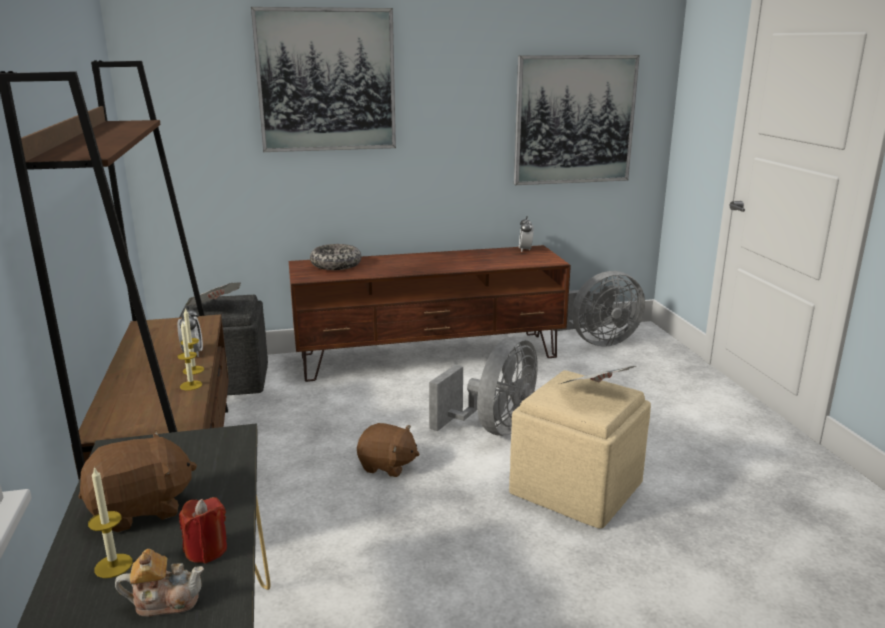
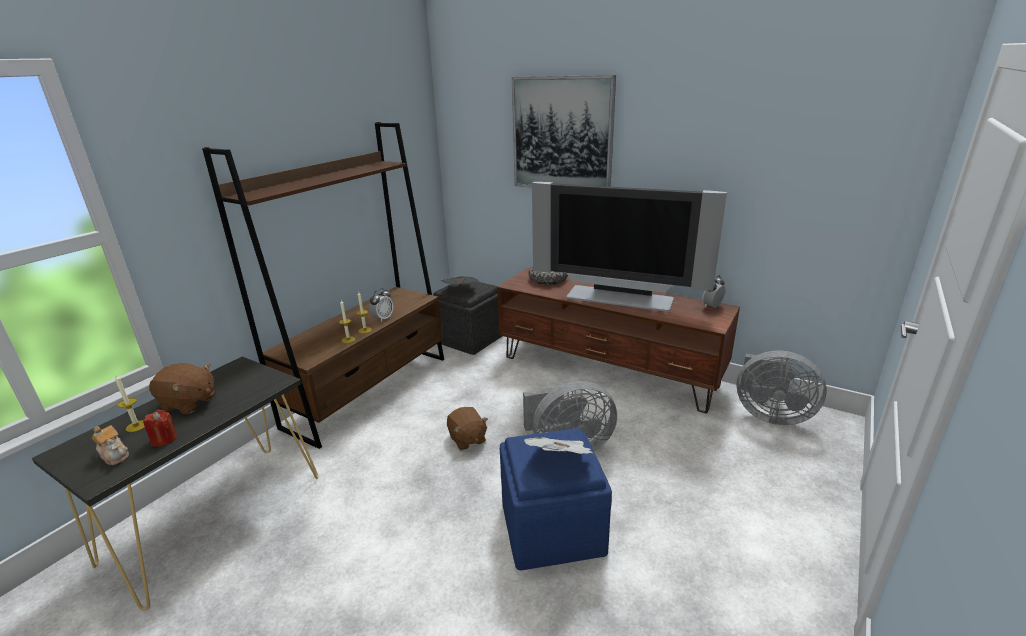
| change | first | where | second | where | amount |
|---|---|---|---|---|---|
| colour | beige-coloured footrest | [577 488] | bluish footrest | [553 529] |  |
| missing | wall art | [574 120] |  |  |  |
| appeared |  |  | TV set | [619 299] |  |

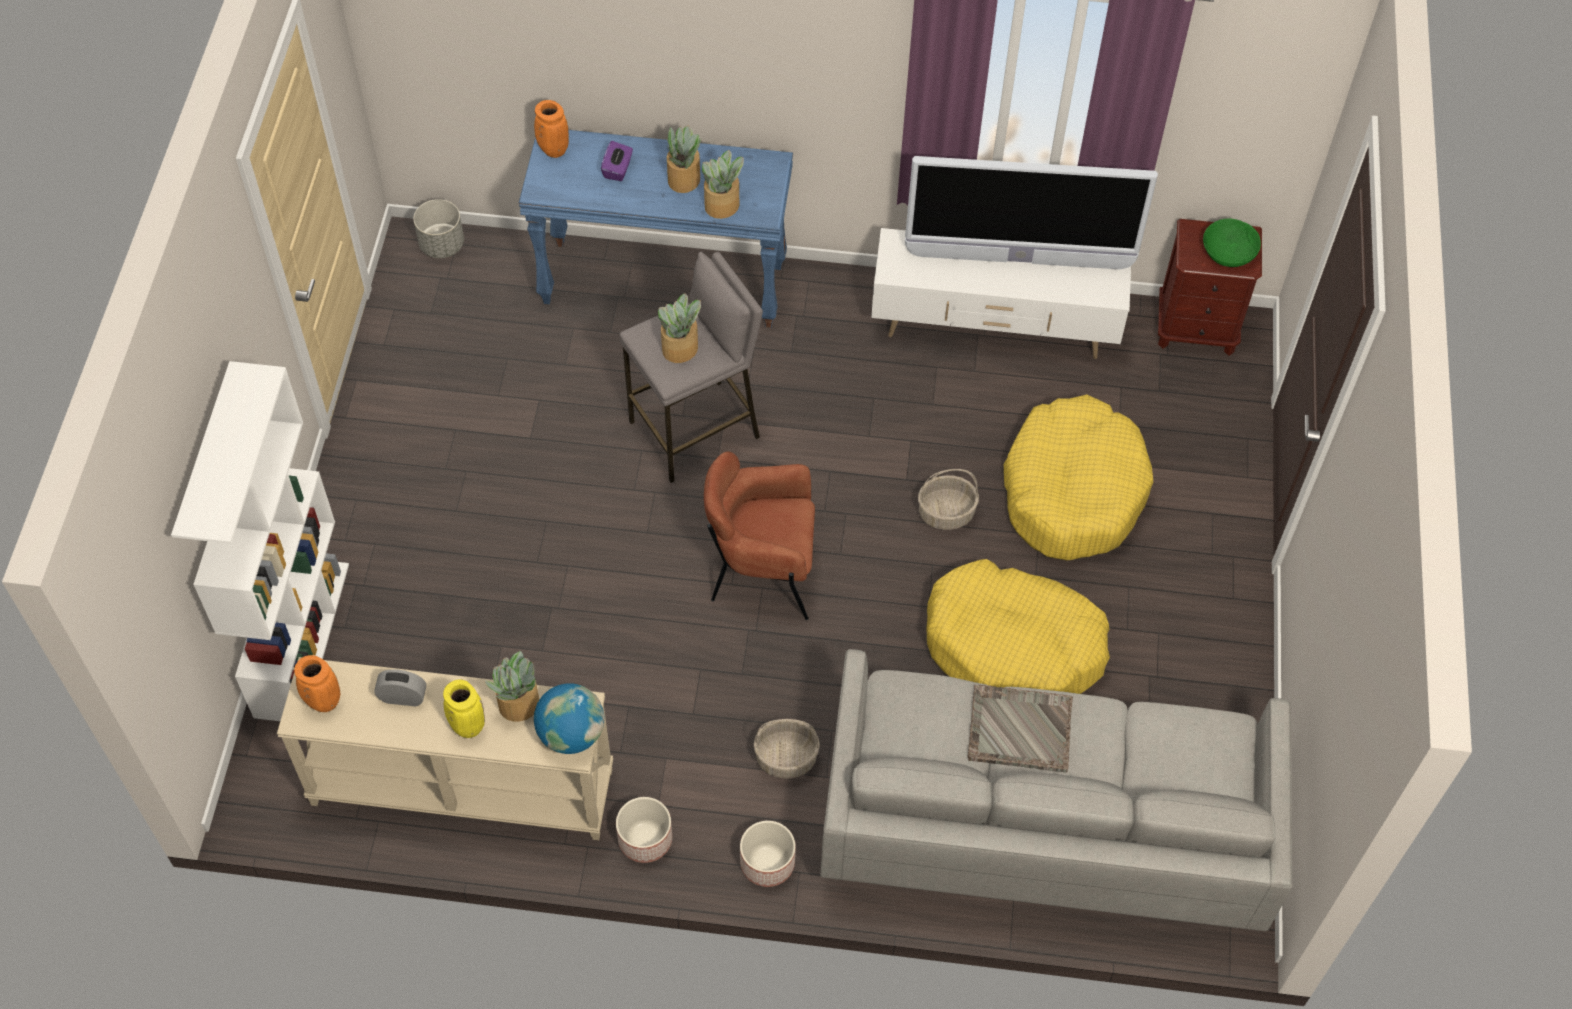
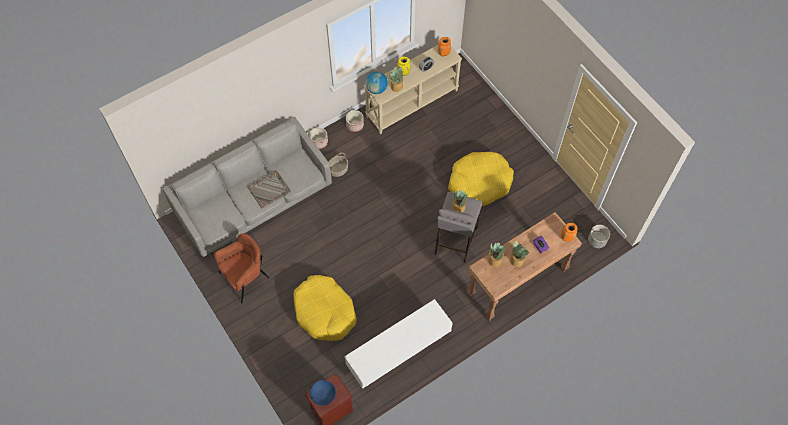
| change | first | where | second | where | amount |
|---|---|---|---|---|---|
| missing | white shelving unit | [301 638] |  |  |  |
| colour | bluish narrow table | [664 283] | brown-coloured narrow table | [517 283] |  |
| relocated | brown-coloured easy chair | [762 571] |  | [245 278] |  |
| missing | TV set | [1019 260] |  |  |  |
| missing | basket | [945 513] |  |  |  |
| relocated | yellow pet bed | [1013 647] |  | [479 183] |  |
| colour | green bowl | [1228 252] | bluish bowl | [323 395] |  |

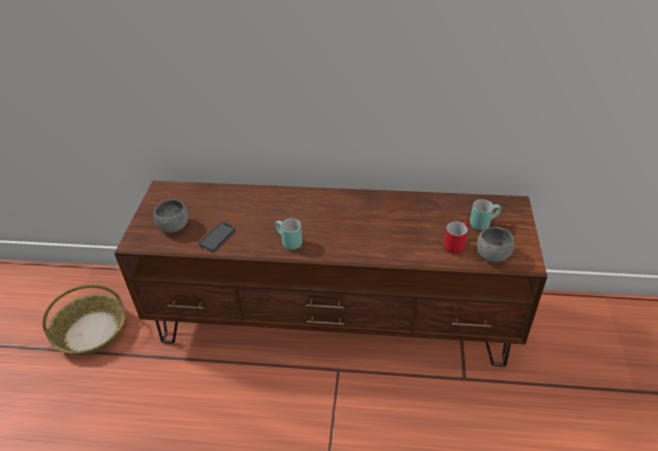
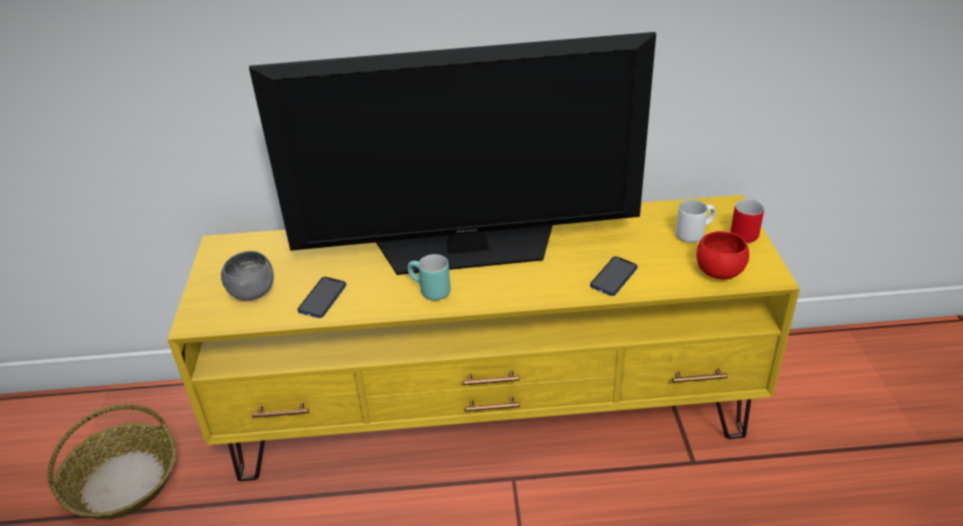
| change | first | where | second | where | amount |
|---|---|---|---|---|---|
| colour | brown-coloured tv unit | [334 320] | yellow tv unit | [491 411] |  |
| relocated | red-coloured mug | [455 244] |  | [744 232] |  |
| colour | blue-green mug | [483 222] | white mug | [693 233] |  |
| colour | gray bowl | [492 255] | red-coloured bowl | [719 271] |  |
| appeared |  |  | TV set | [467 249] |  |
| appeared |  |  | handset | [614 277] |  |

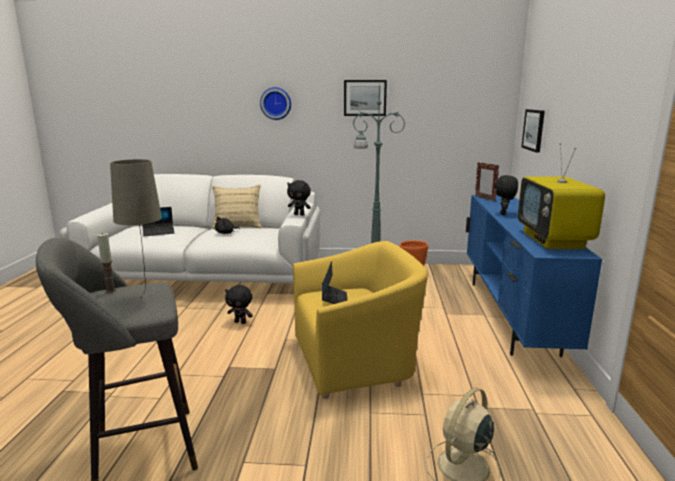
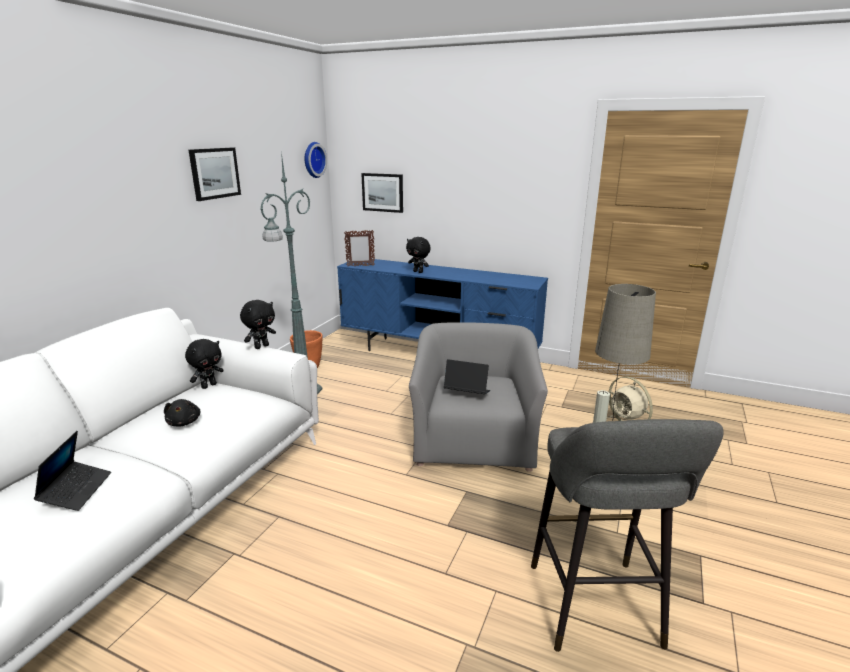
| change | first | where | second | where | amount |
|---|---|---|---|---|---|
| missing | beige-coloured throw pillow | [238 225] |  |  |  |
| relocated | black-coloured soft toy | [240 322] |  | [209 385] |  |
| relocated | hanging clock | [276 103] |  | [313 160] |  |
| colour | yellow easy chair | [355 360] | gray easy chair | [473 441] |  |
| missing | TV set | [554 241] |  |  |  |

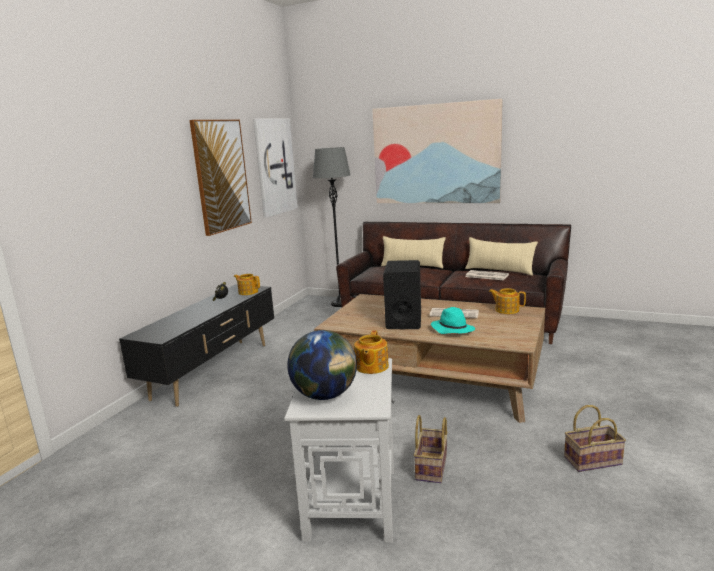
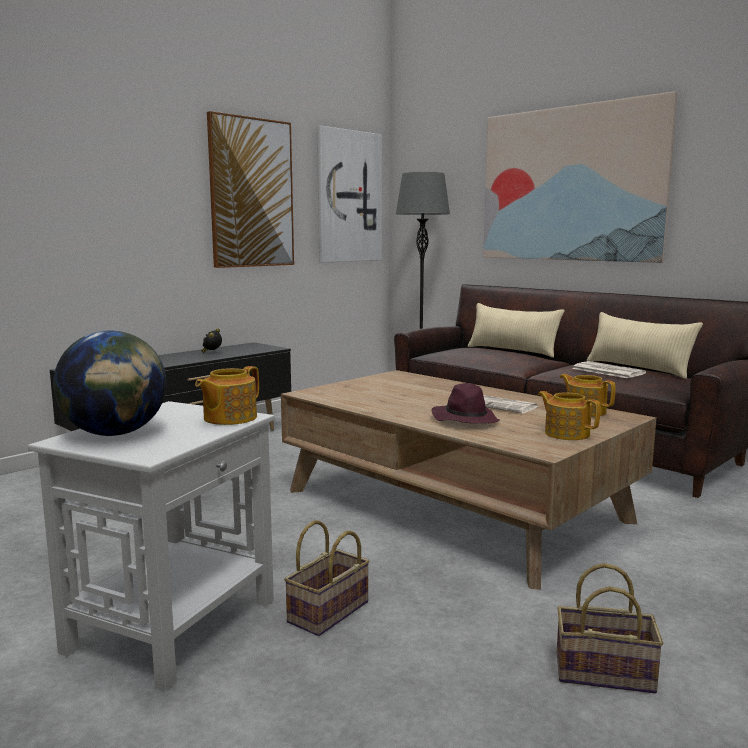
| change | first | where | second | where | amount |
|---|---|---|---|---|---|
| relocated | teapot | [248 292] |  | [566 433] |  |
| missing | black-coloured speaker | [403 320] |  |  |  |
| colour | blue-green wearable hat | [452 329] | purplish wearable hat | [465 419] |  |

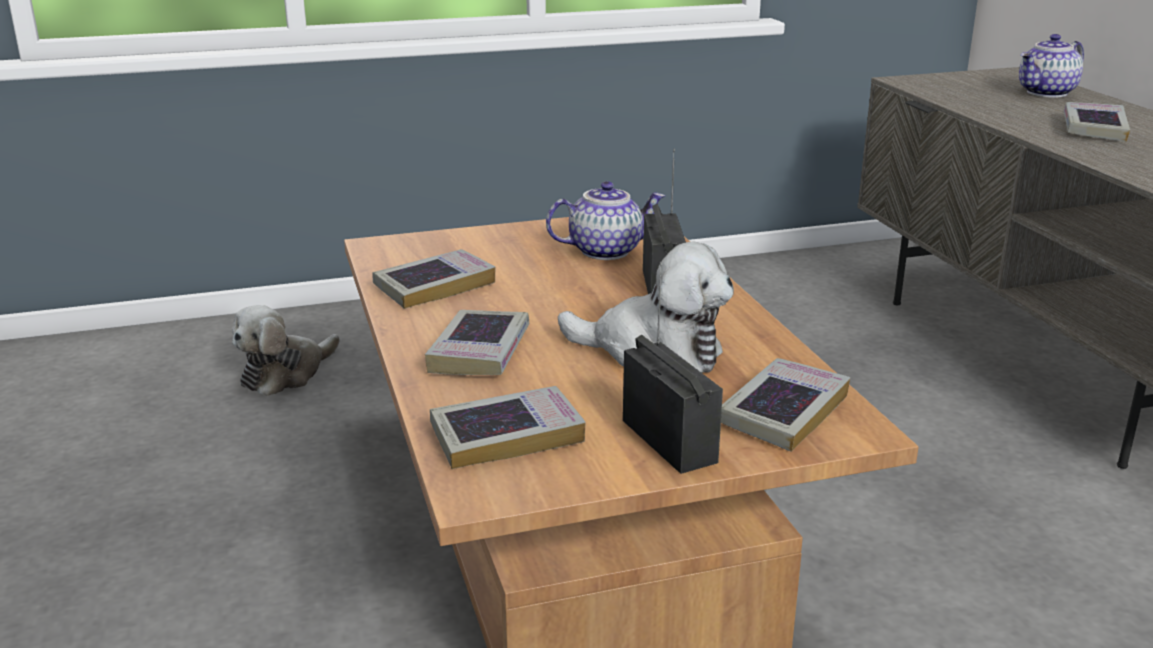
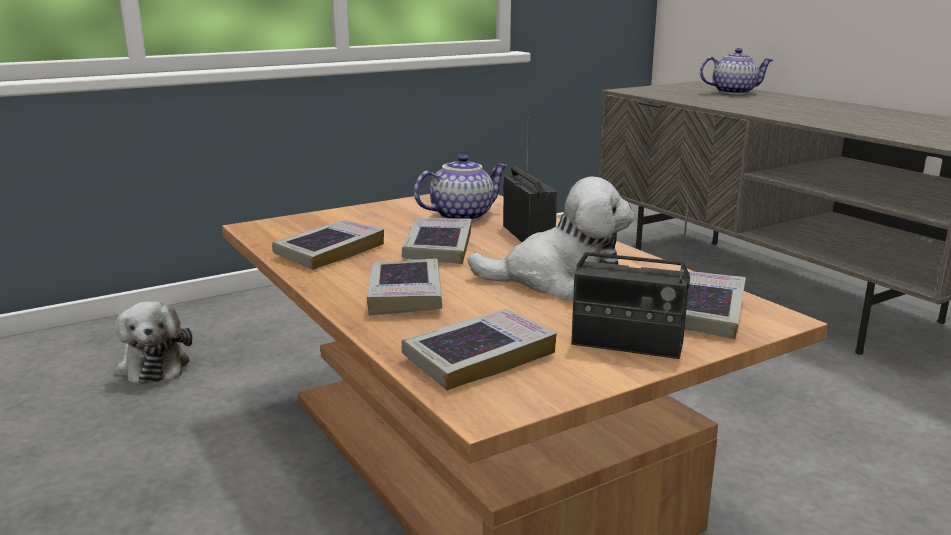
| change | first | where | second | where | amount |
|---|---|---|---|---|---|
| spun | soft toy | [286 374] |  | [154 365] | 45 degrees counterclockwise |
| spun | radio set | [669 441] |  | [627 343] | 150 degrees clockwise |
| spun | teapot | [1047 93] |  | [733 92] | 135 degrees counterclockwise |
| relocated | volume | [1093 128] |  | [438 248] |  |

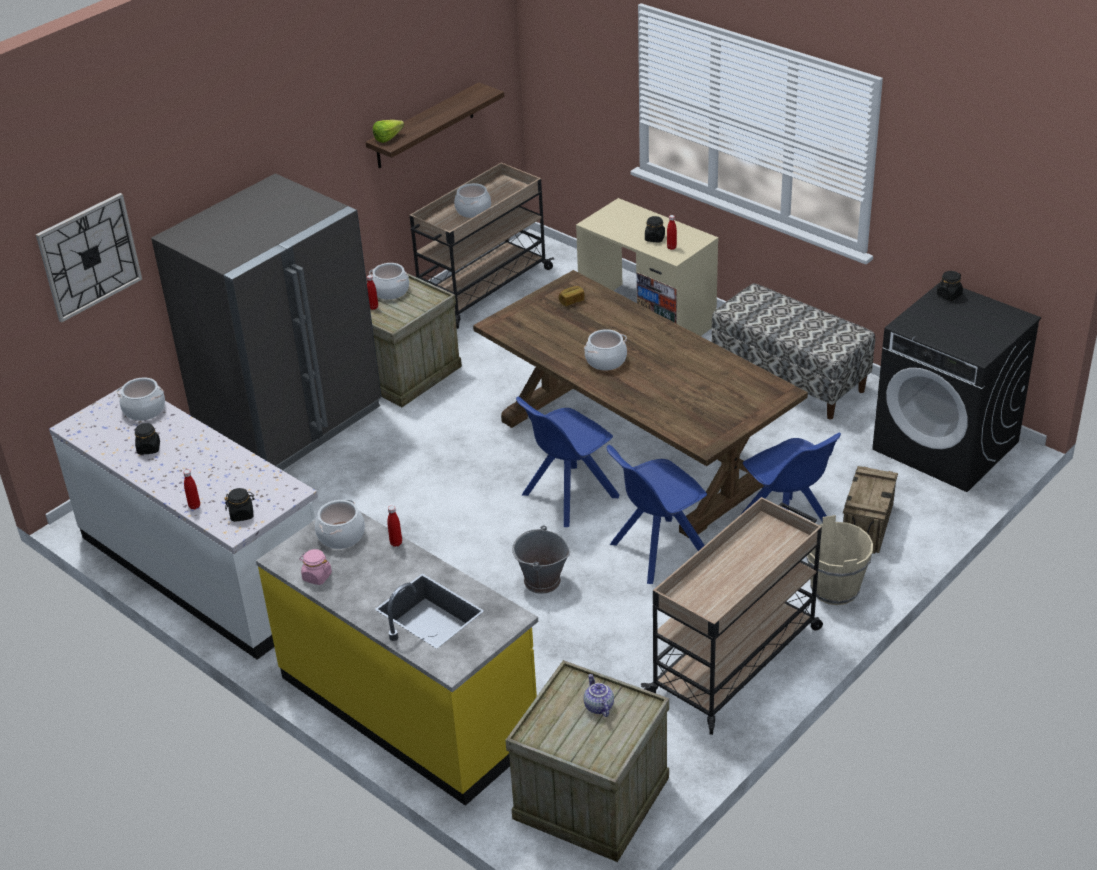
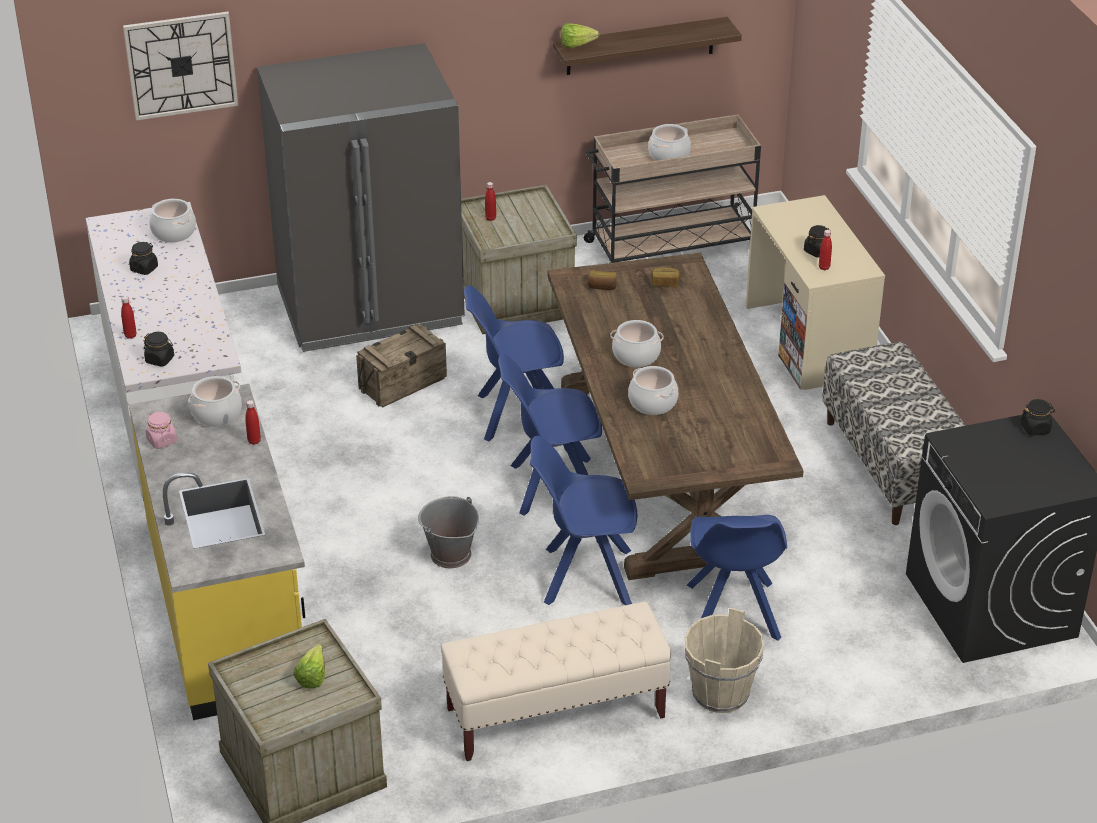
| change | first | where | second | where | amount |
|---|---|---|---|---|---|
| relocated | cooking pot | [390 291] |  | [652 402] |  |
| exchanged | teapot | [598 706] | lettuce head | [314 674] |  |
| exchanged | beige-coloured wheeled cart | [736 660] | beige-coloured bench | [555 713] |  |
| relocated | shipping crate | [866 525] |  | [402 383] |  |
| appeared |  |  | bluish plain chair | [516 415] |  |
| appeared |  |  | baked bread | [602 287] |  |

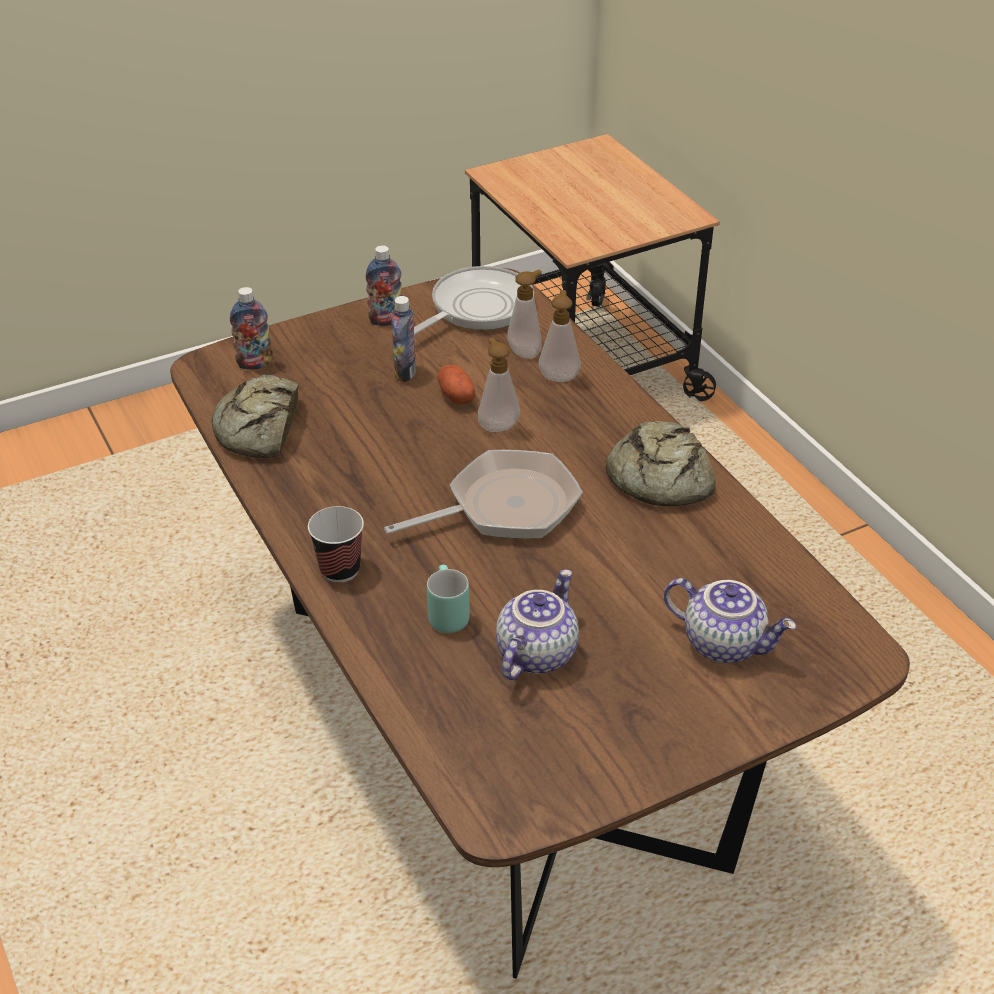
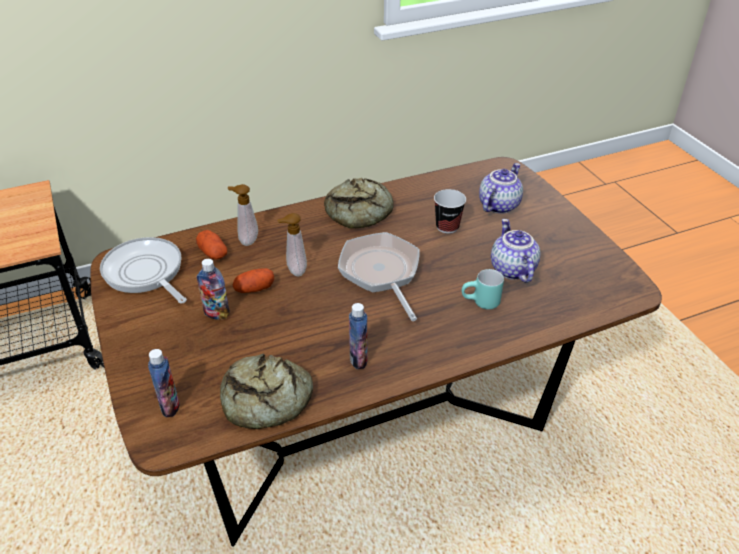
| change | first | where | second | where | amount |
|---|---|---|---|---|---|
| relocated | small cup | [340 569] |  | [447 227] |  |
| relocated | bottle | [386 320] |  | [358 359] |  |
| spun | teapot | [535 653] |  | [511 269] | 45 degrees clockwise |
| exchanged | soap bottle | [526 352] | spud | [213 253] |  |

